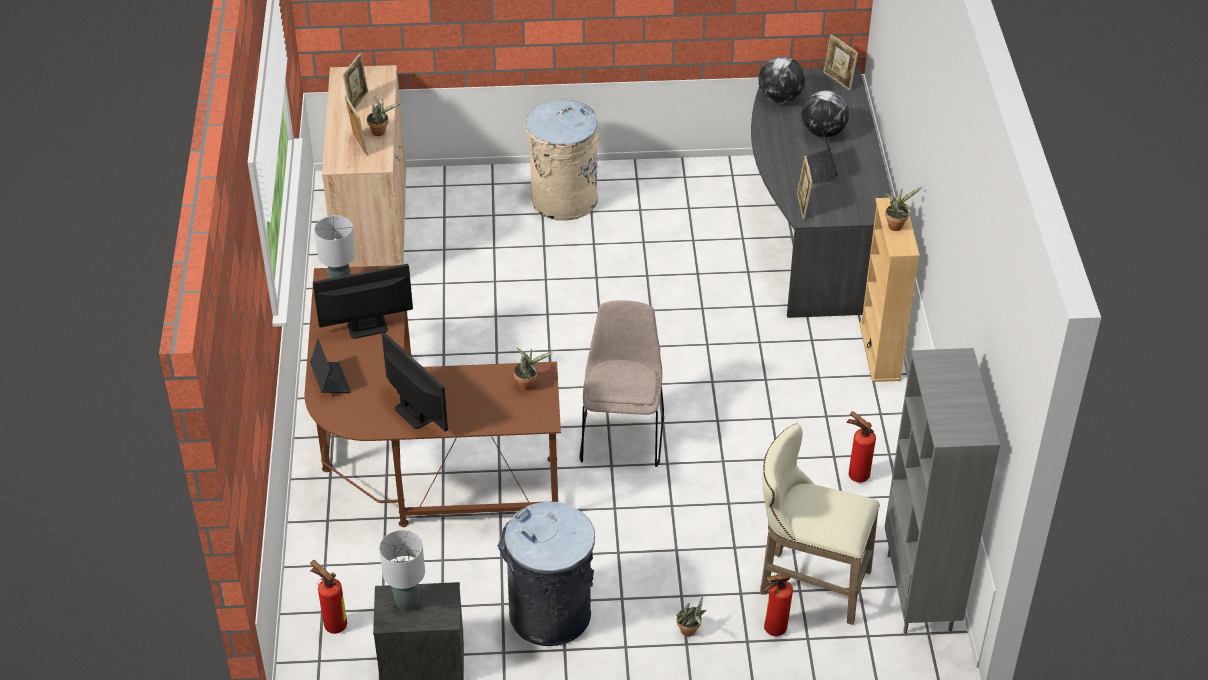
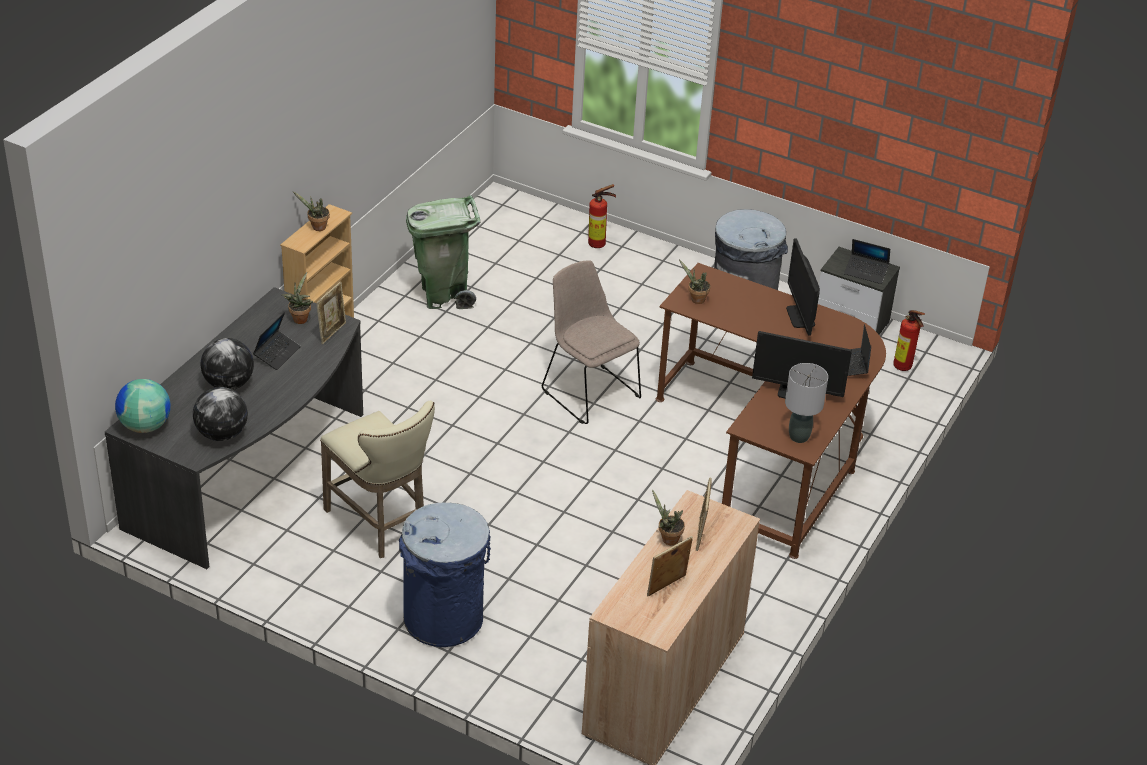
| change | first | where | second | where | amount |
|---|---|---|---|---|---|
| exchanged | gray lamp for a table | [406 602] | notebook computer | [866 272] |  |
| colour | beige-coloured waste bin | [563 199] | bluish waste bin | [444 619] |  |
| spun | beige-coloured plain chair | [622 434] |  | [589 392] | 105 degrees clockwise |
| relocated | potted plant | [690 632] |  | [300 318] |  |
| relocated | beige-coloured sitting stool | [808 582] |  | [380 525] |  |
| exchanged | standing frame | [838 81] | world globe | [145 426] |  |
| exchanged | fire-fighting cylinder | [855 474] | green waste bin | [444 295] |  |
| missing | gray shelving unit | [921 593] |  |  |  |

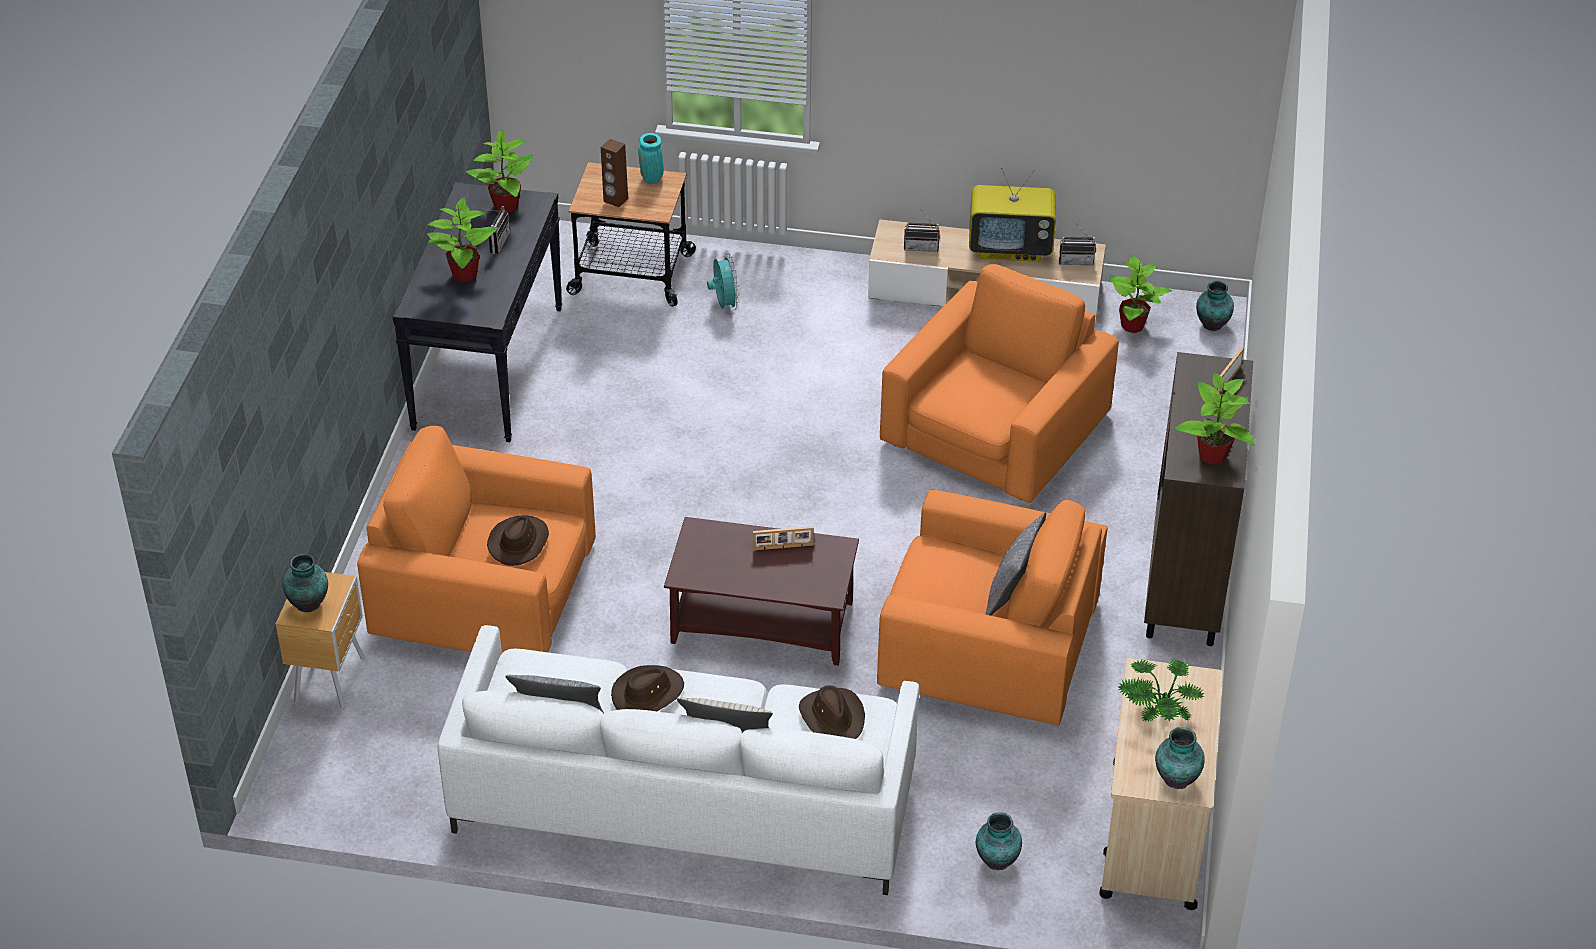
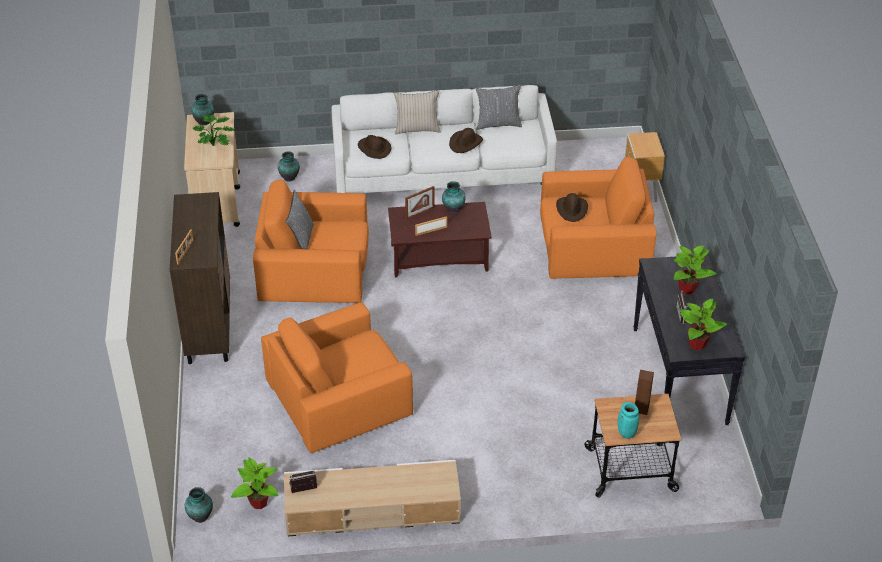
| change | first | where | second | where | amount |
|---|---|---|---|---|---|
| relocated | vase | [309 604] |  | [453 209] |  |
| missing | blue-green electric fan | [724 305] |  |  |  |
| spun | orange easy chair | [995 430] |  | [339 398] | 45 degrees clockwise |
| missing | radio set | [921 246] |  |  |  |
| missing | TV set | [1011 248] |  |  |  |
| missing | potted plant | [1212 456] |  |  |  |
| appeared |  |  | standing frame | [420 213] |  |

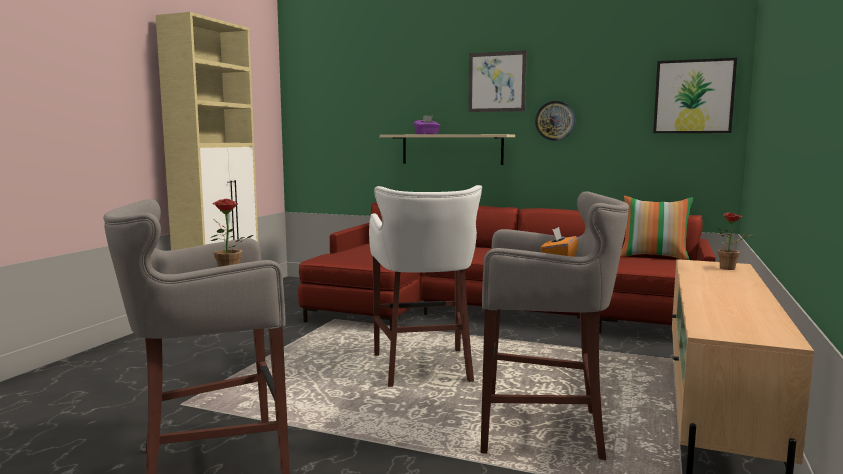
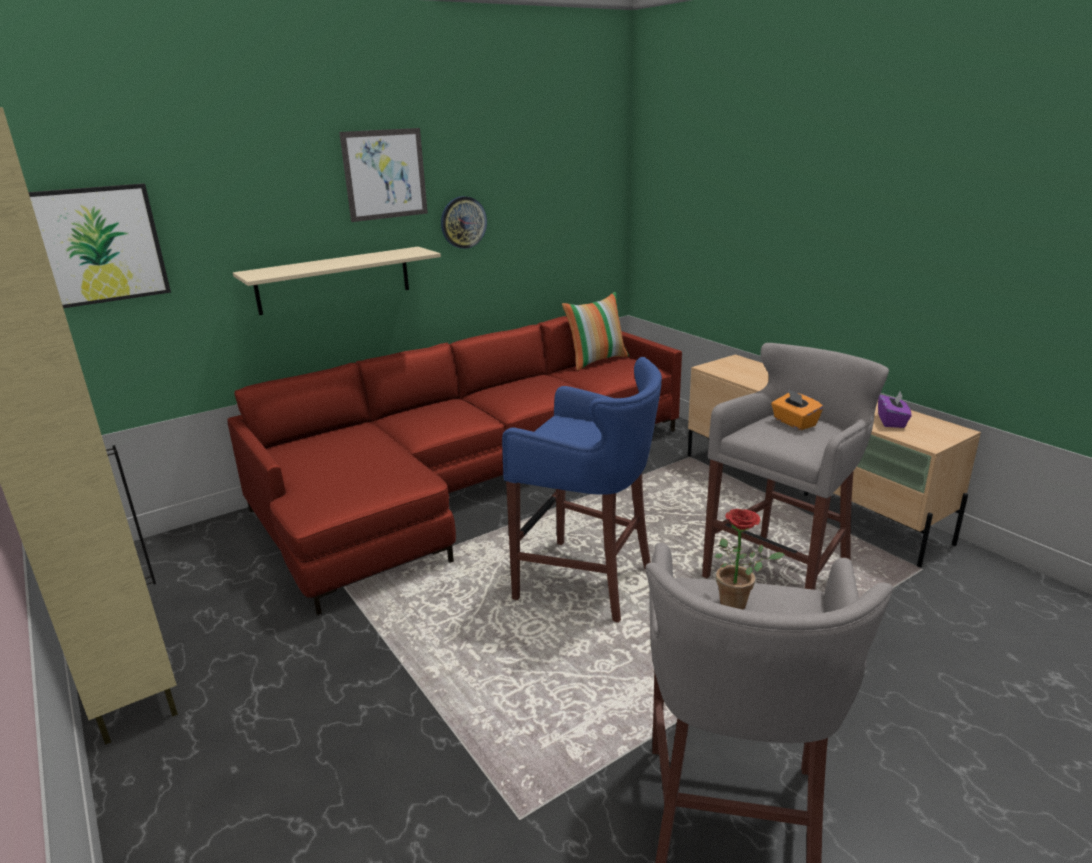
| change | first | where | second | where | amount |
|---|---|---|---|---|---|
| colour | white sitting stool | [424 368] | bluish sitting stool | [588 582] |  |
| relocated | purplish tissue box | [427 134] |  | [892 421] |  |
| relocated | wall art | [693 96] |  | [97 245] |  |
| missing | potted plant | [731 269] |  |  |  |

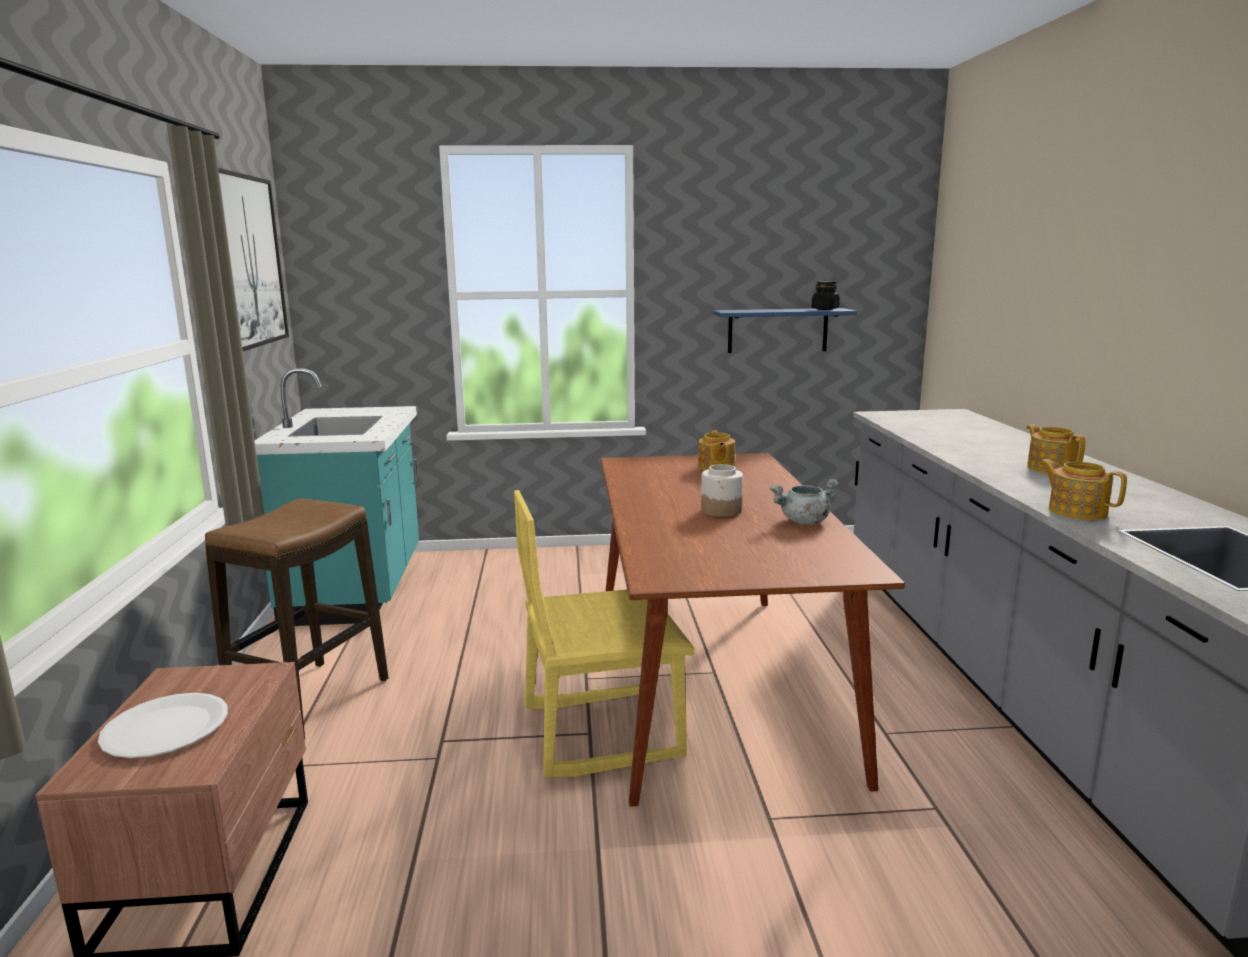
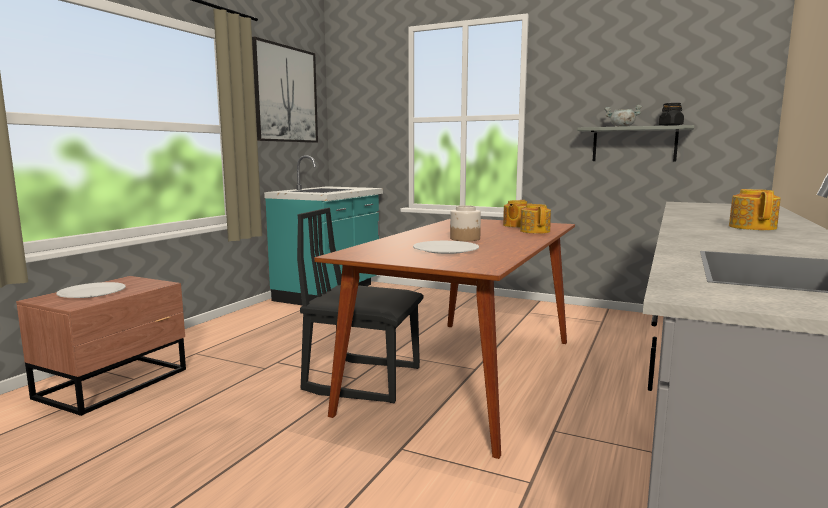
| change | first | where | second | where | amount |
|---|---|---|---|---|---|
| missing | sitting stool | [311 700] |  |  |  |
| colour | yellow plain chair | [601 731] | black-coloured plain chair | [363 379] |  |
| colour | bluish shelf | [777 330] | gray shelf | [634 144] |  |
| relocated | gray cooking pot | [804 521] |  | [621 126] |  |
| relocated | teapot | [1076 511] |  | [535 231] |  |
| appeared |  |  | white flat dish | [446 249] |  |

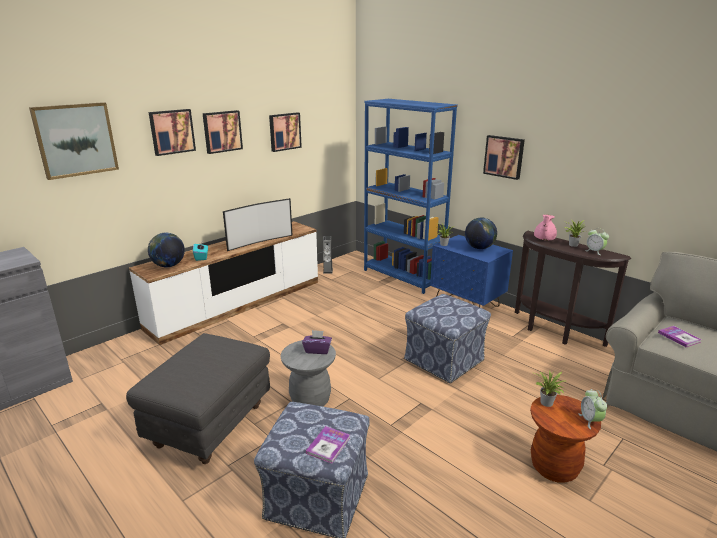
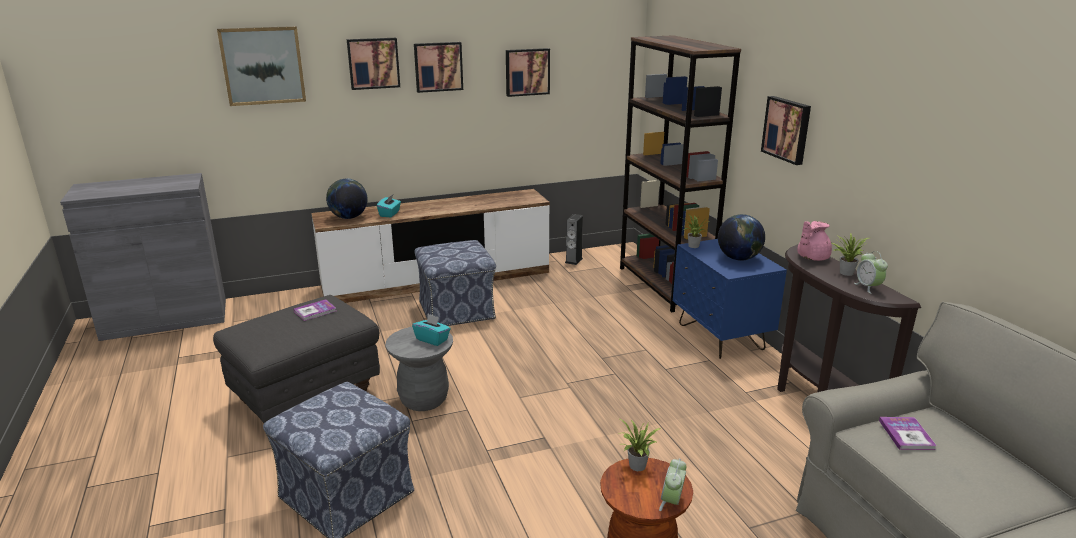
| change | first | where | second | where | amount |
|---|---|---|---|---|---|
| missing | TV set | [259 242] |  |  |  |
| colour | purplish tissue box | [317 350] | blue-green tissue box | [432 339] |  |
| relocated | volume | [328 445] |  | [315 311] |  |
| colour | bluish shelving unit | [403 276] | brown-coloured shelving unit | [664 286] |  |
| relocated | footrest | [444 359] |  | [457 310] |  |

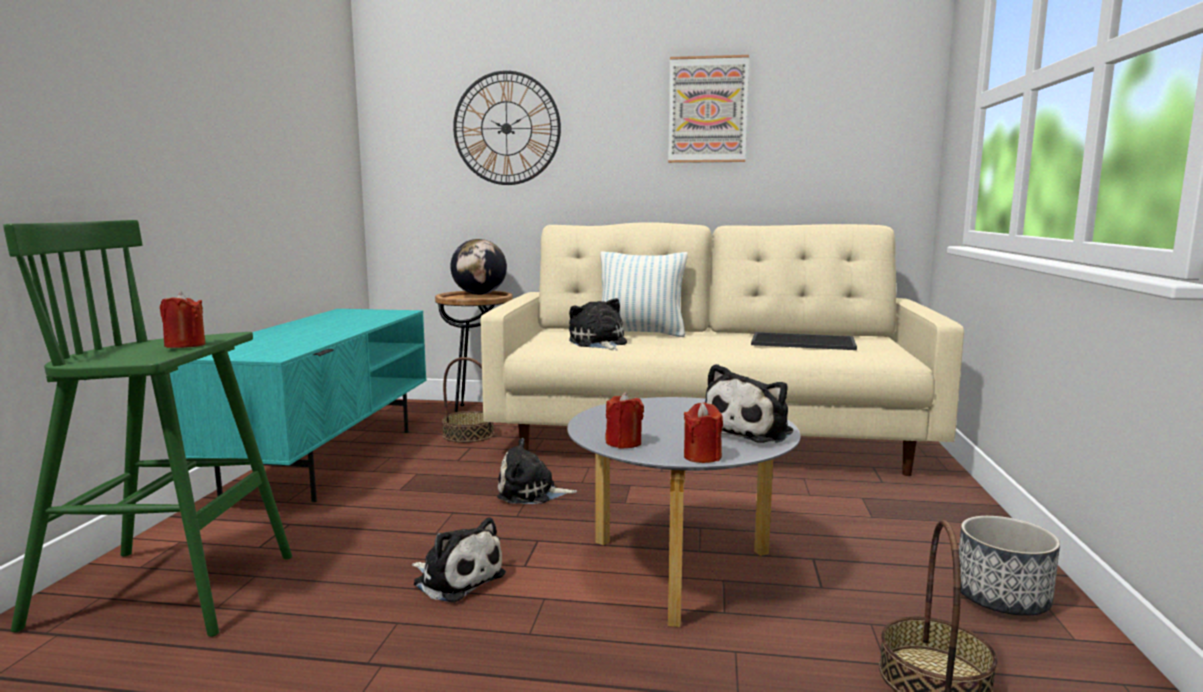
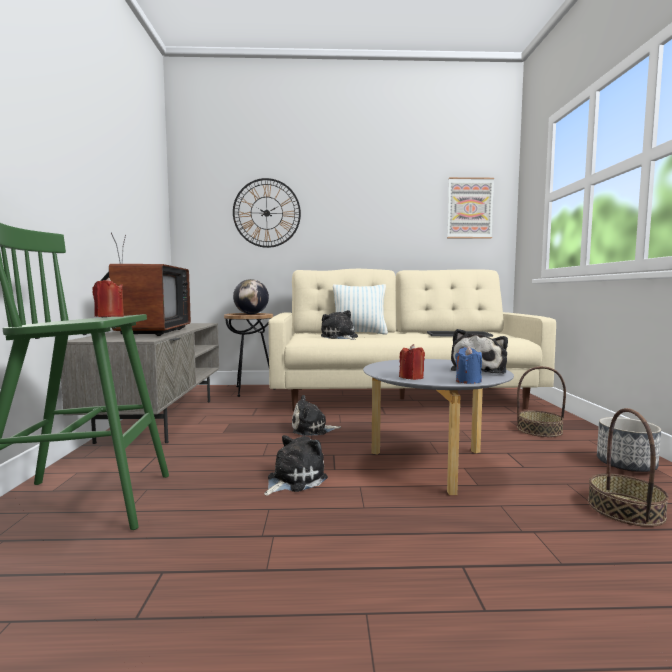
| change | first | where | second | where | amount |
|---|---|---|---|---|---|
| colour | blue-green tv unit | [324 459] | gray tv unit | [160 419] |  |
| spun | soft toy | [456 578] |  | [293 479] | 75 degrees counterclockwise |
| relocated | basket | [468 435] |  | [539 430] |  |
| relocated | wall art | [707 110] |  | [469 208] |  |
| colour | red-coloured candle | [702 457] | bluish candle | [468 381] |  |
| appeared |  |  | TV set | [147 332] |  |

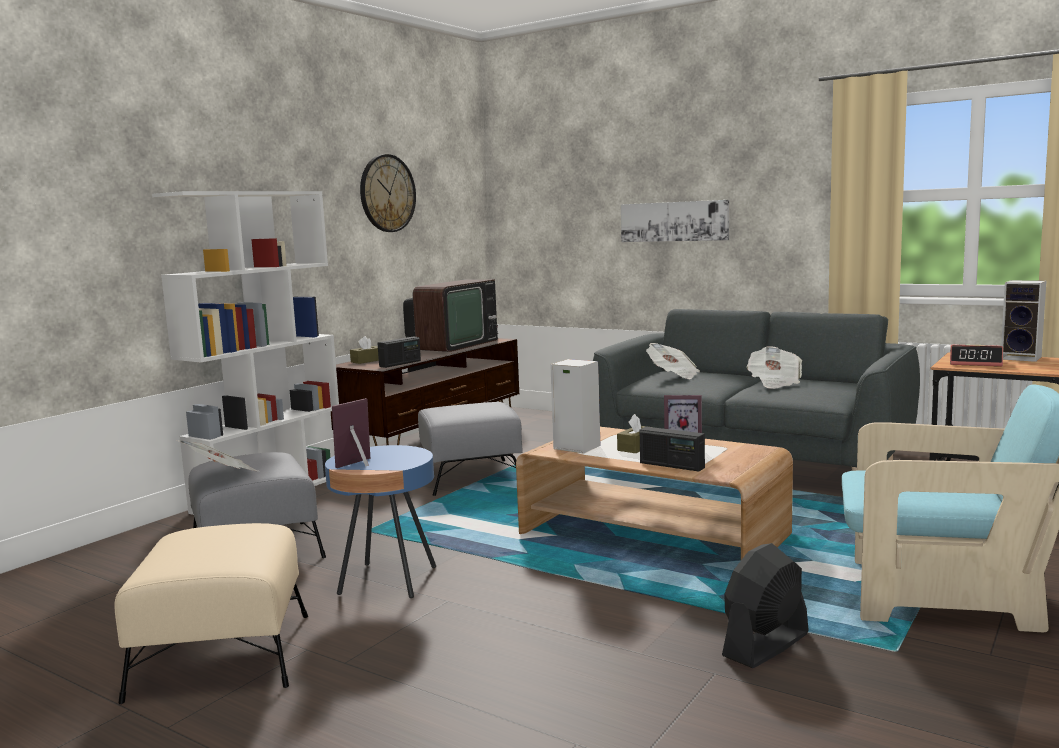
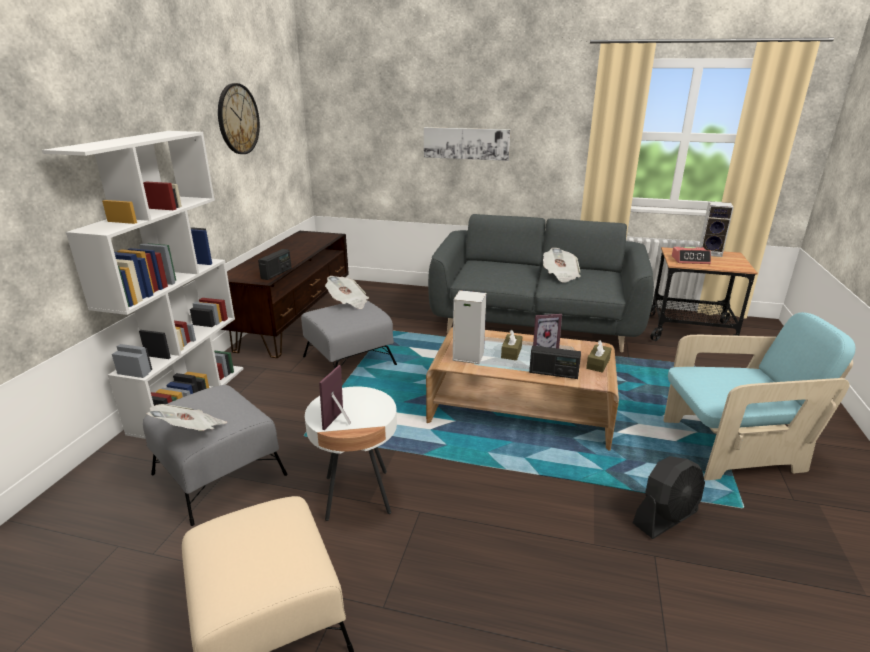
| change | first | where | second | where | amount |
|---|---|---|---|---|---|
| colour | bluish accent table | [388 580] | white accent table | [357 495] |  |
| relocated | brown-coloured tissue box | [367 361] |  | [598 364] |  |
| missing | TV set | [452 345] |  |  |  |
| relocated | daily paper | [673 375] |  | [348 302] |  |
| spun | black-coloured electric fan | [765 645] |  | [665 517] | 150 degrees counterclockwise |

